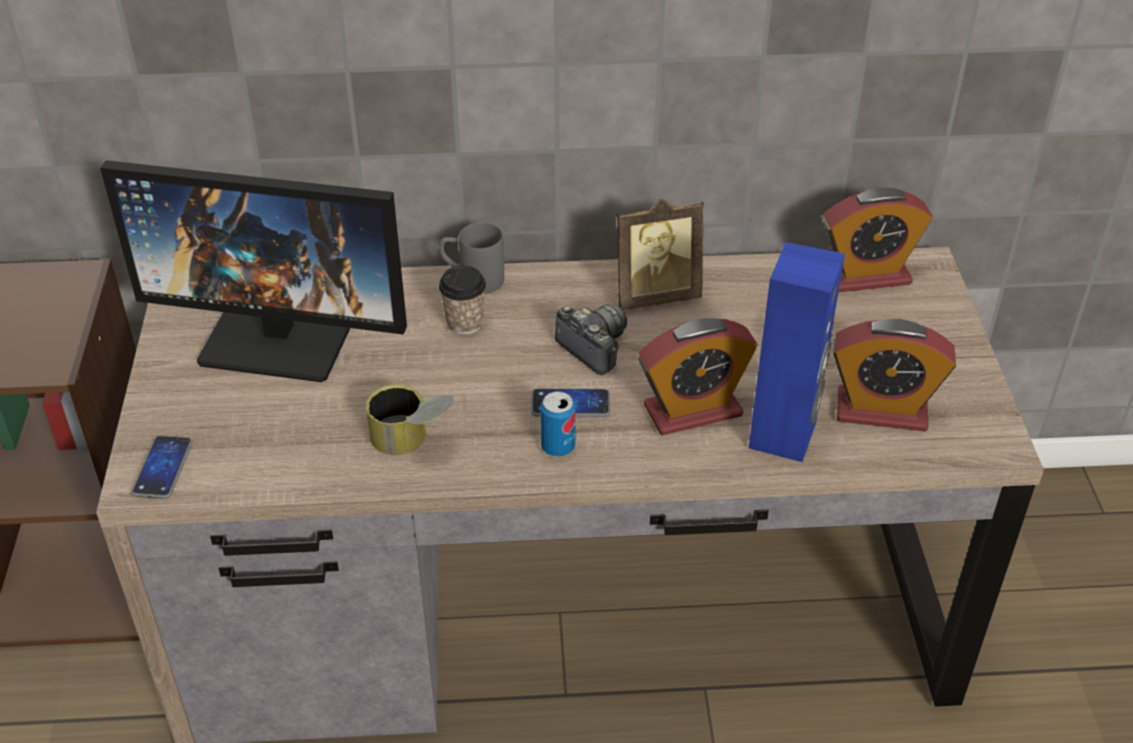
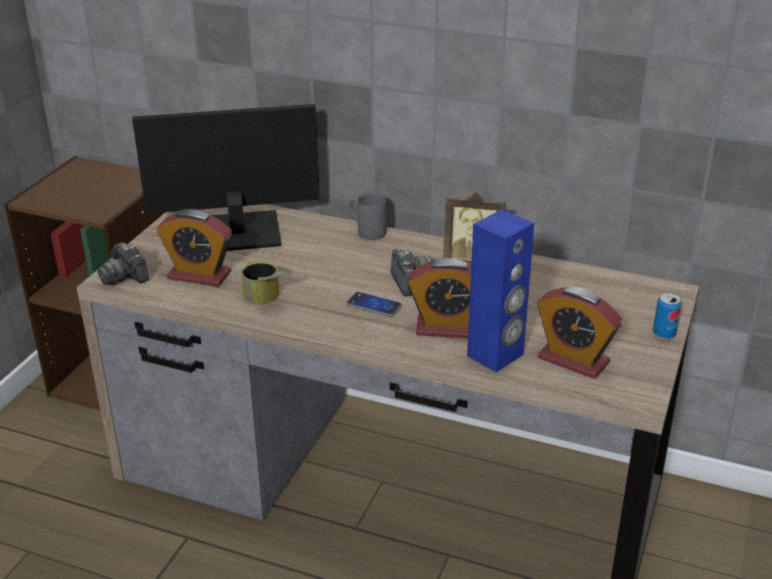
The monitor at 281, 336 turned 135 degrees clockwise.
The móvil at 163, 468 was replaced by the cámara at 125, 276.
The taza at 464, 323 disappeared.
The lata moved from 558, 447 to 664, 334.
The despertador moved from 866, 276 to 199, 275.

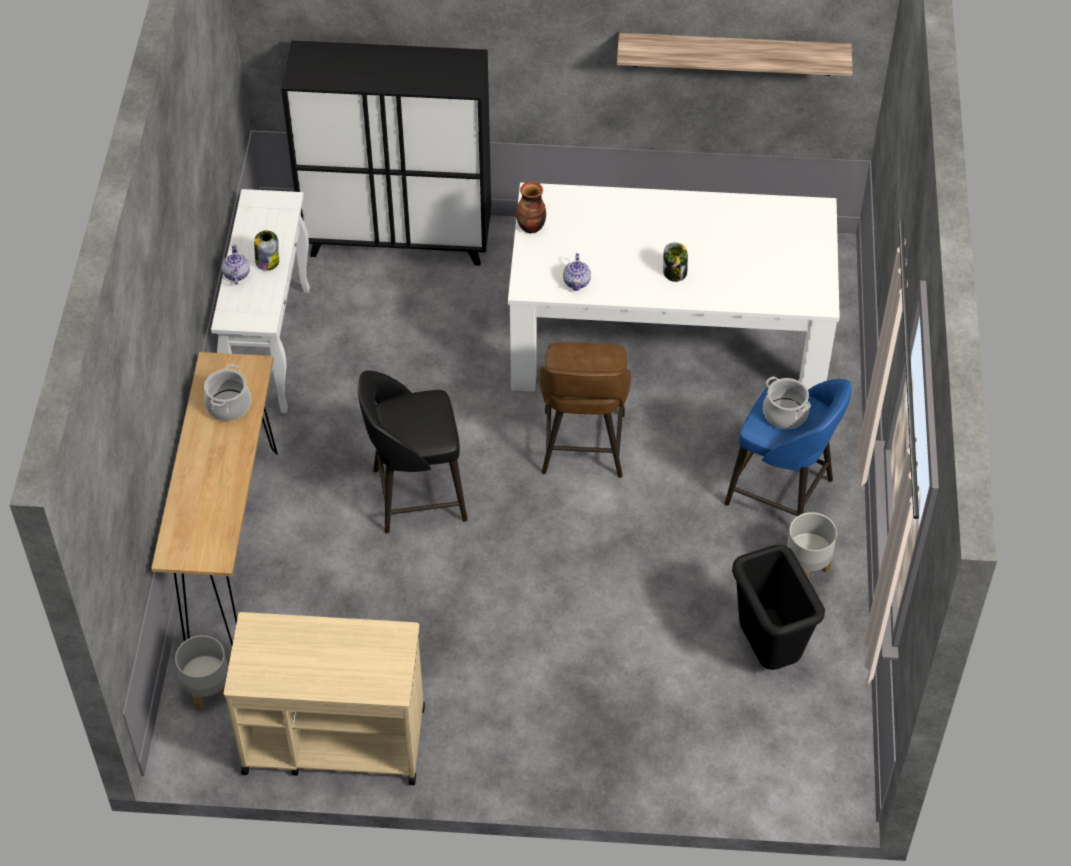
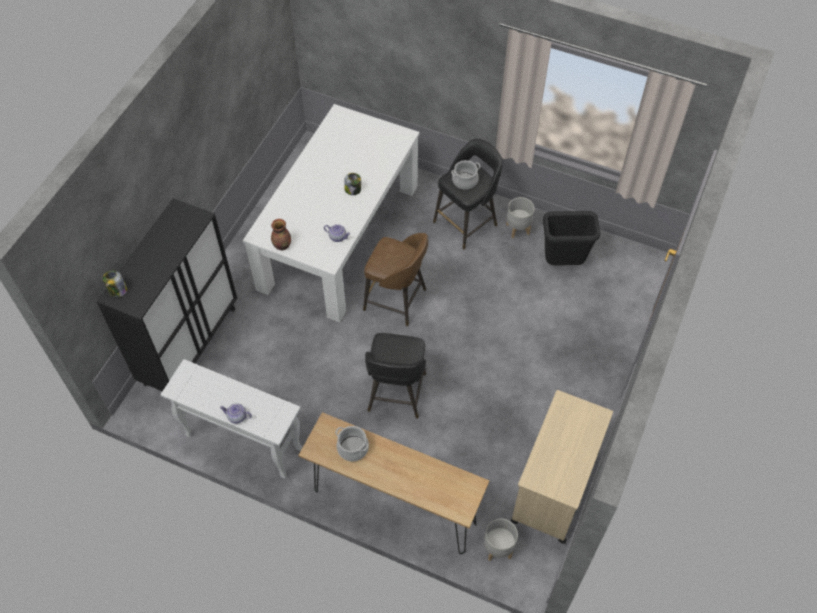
The tarro moved from 267, 261 to 117, 290.
The estante at 733, 54 disappeared.
The taburete (azul) at 782, 493 became the taburete (negro) at 466, 222.

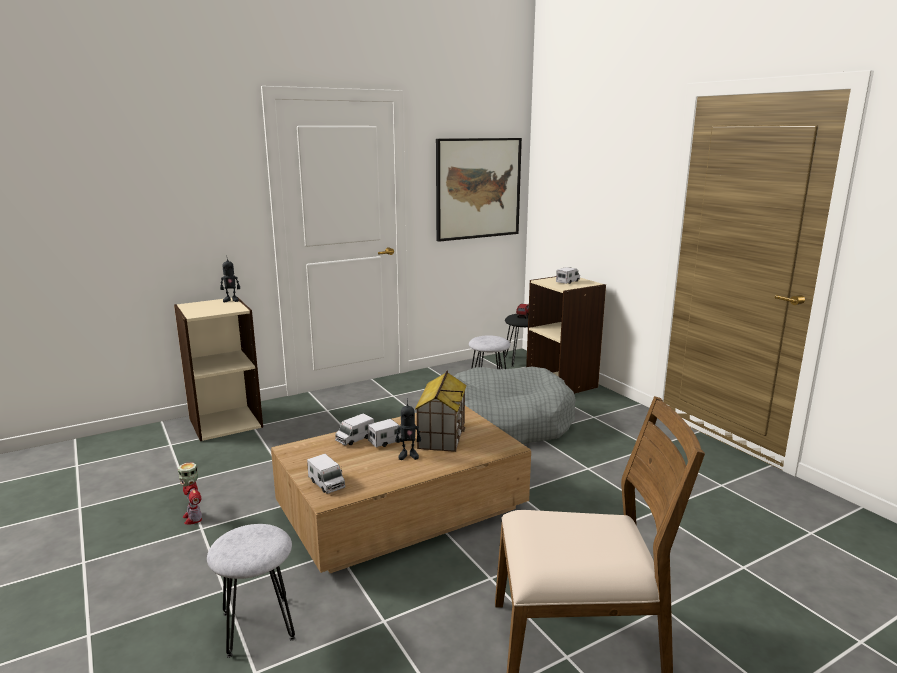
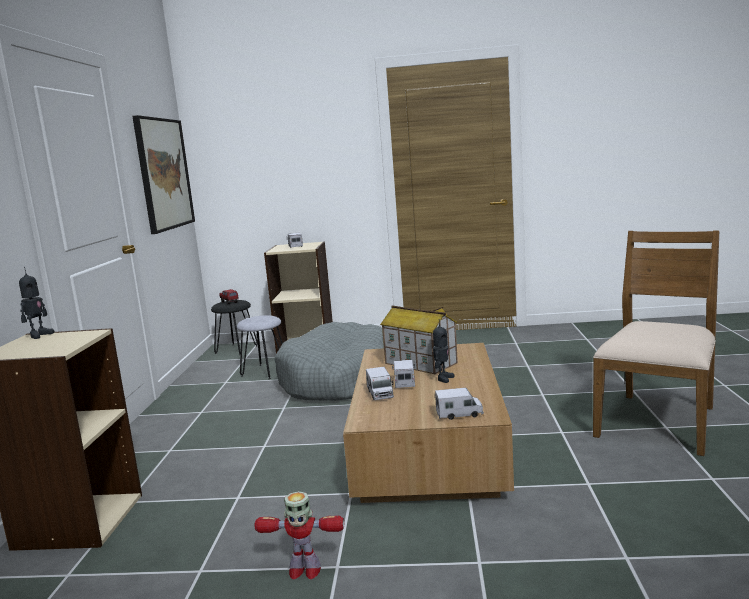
The taburete (gris) at 258, 626 disappeared.

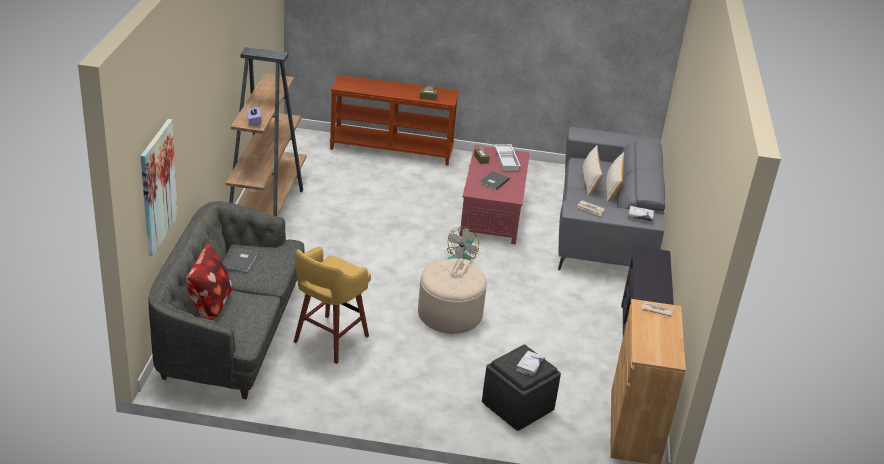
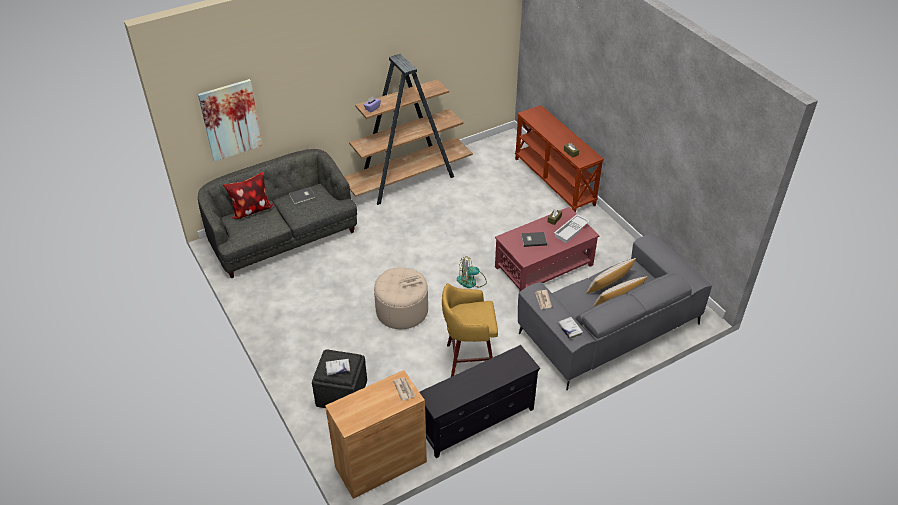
The taburete (amarillo) moved from 329, 340 to 468, 359.

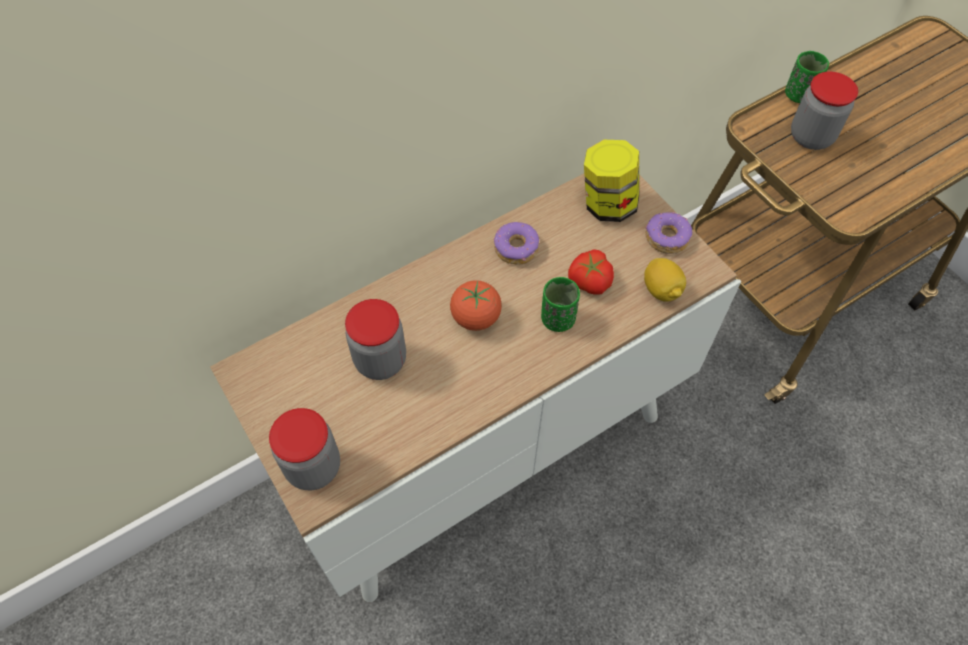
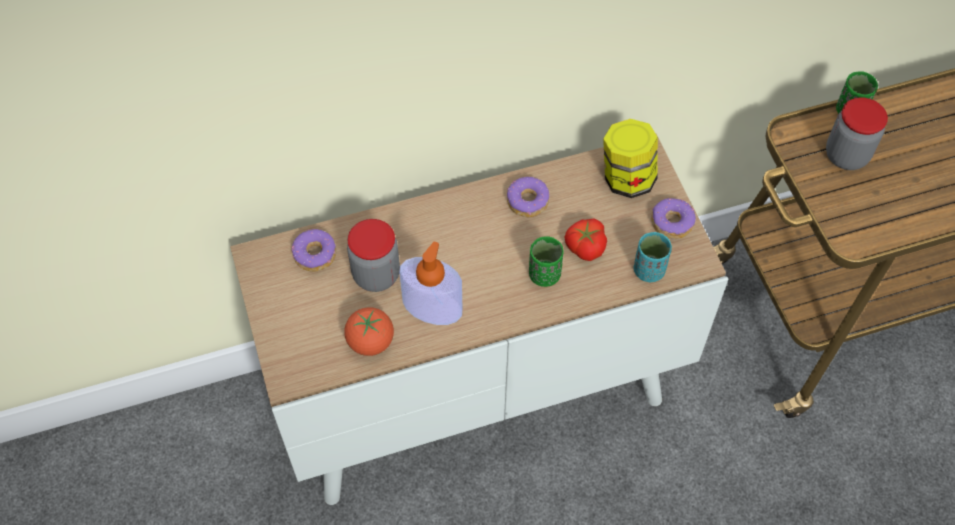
The tarro at 313, 467 disappeared.
The tomate moved from 476, 317 to 370, 342.
The limón at 661, 290 was replaced by the taza (turquesa) at 649, 270.
The rosquilla at 315, 255 appeared.
The dispensador de jabón at 432, 307 appeared.

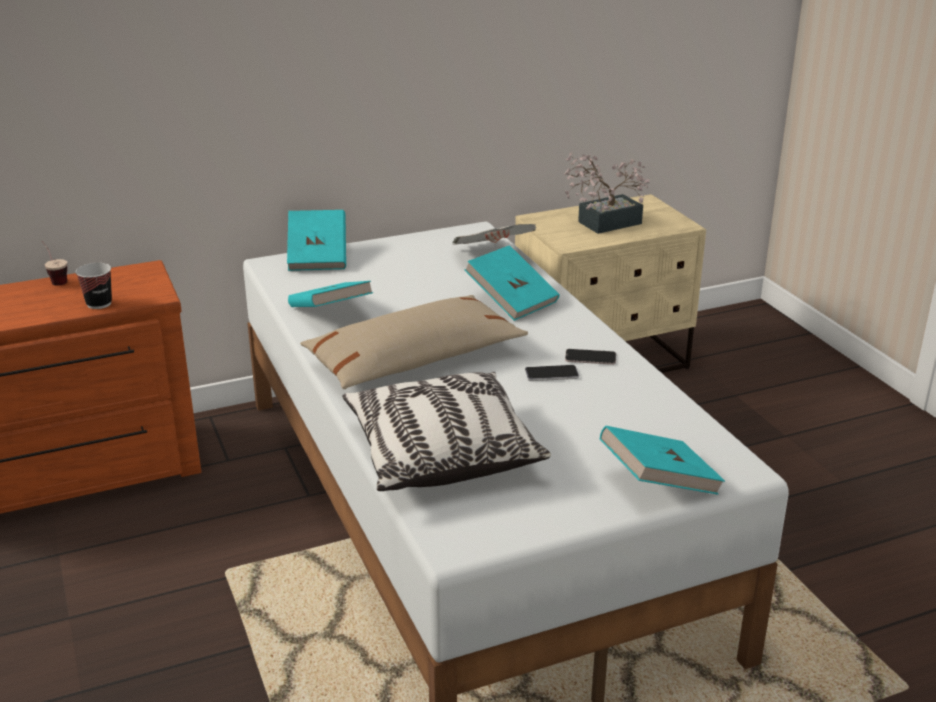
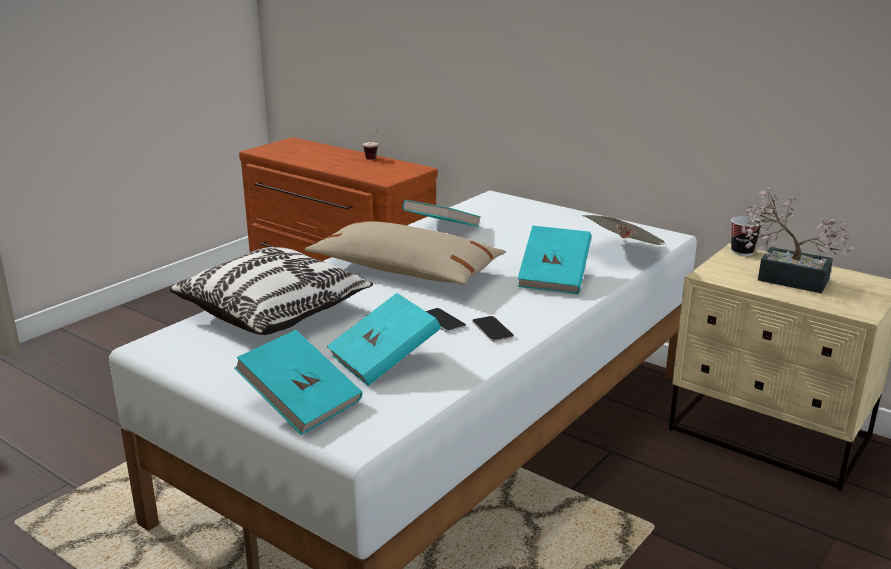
The taza moved from 99, 304 to 742, 252.
The libro (turquesa) moved from 318, 257 to 384, 360.

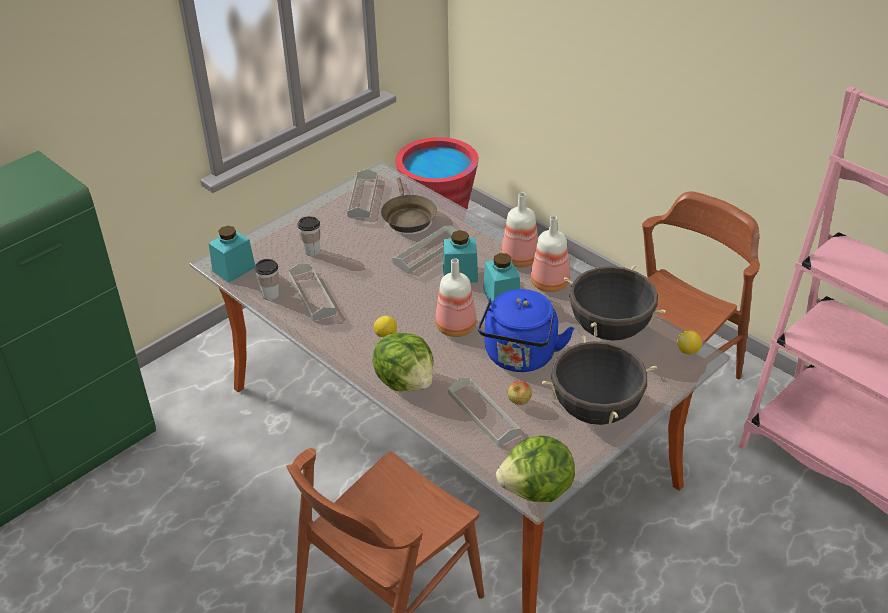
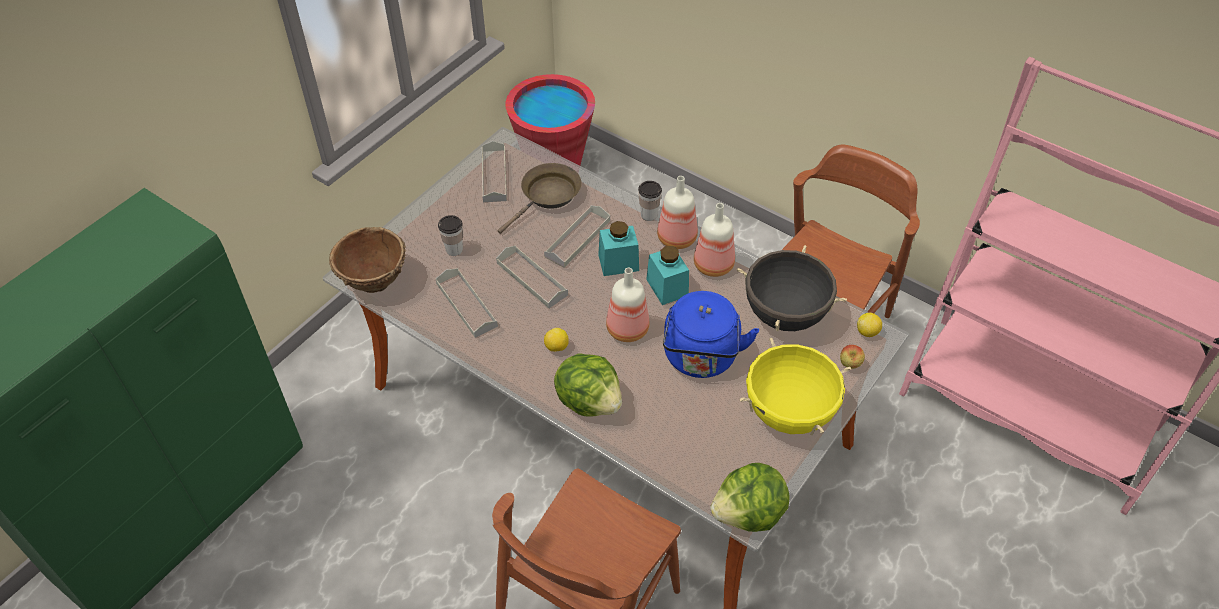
The tarro (turquesa) at 234, 269 was replaced by the cuenco (marrón) at 374, 281.
The taza moved from 270, 295 to 649, 215.
The sartén (marrón) at 407, 217 turned 120 degrees counterclockwise.
The bandeja (gris) moved from 483, 414 to 532, 279.
The manzana moved from 519, 402 to 850, 365.
The olla (negro) at 596, 410 became the olla (amarillo) at 789, 413.

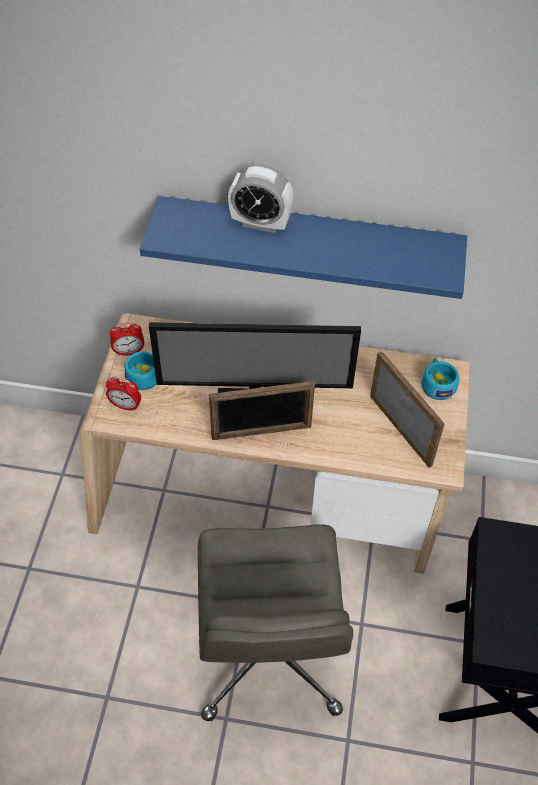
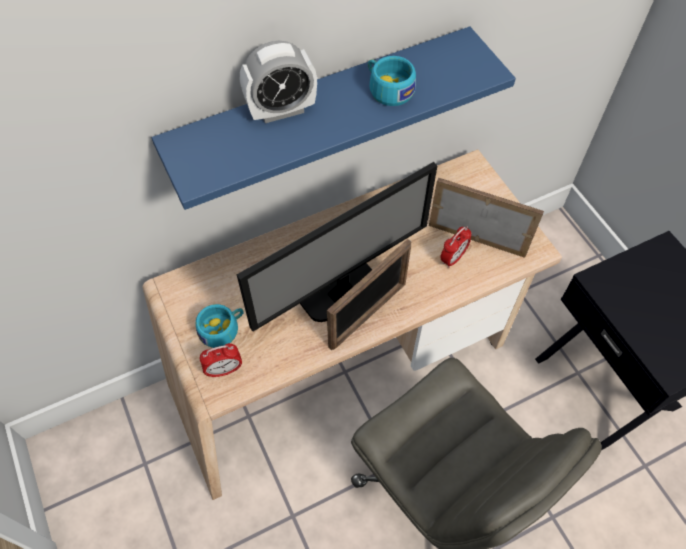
The despertador moved from 129, 352 to 453, 258.
The taza (turquesa) moved from 437, 384 to 387, 89.

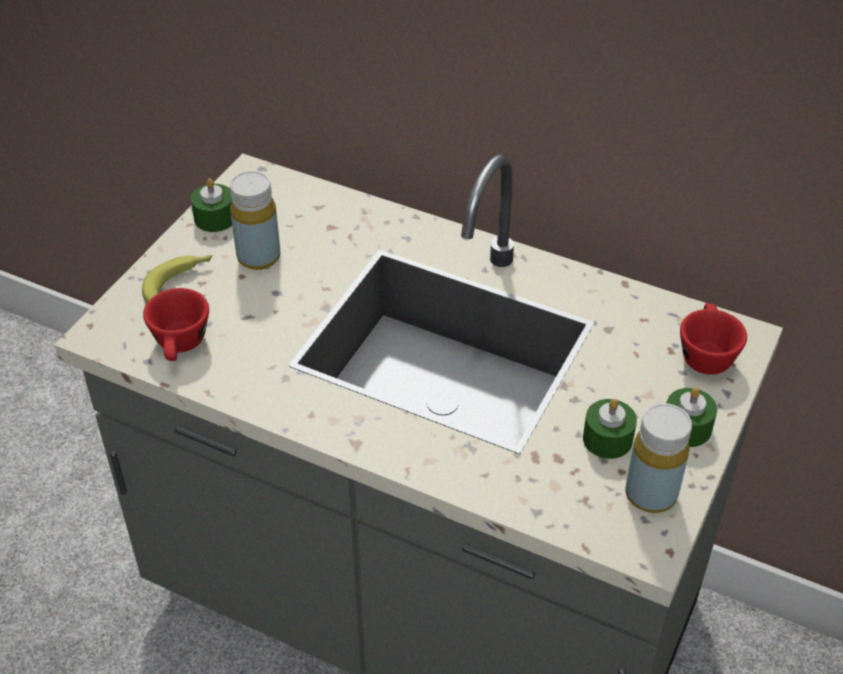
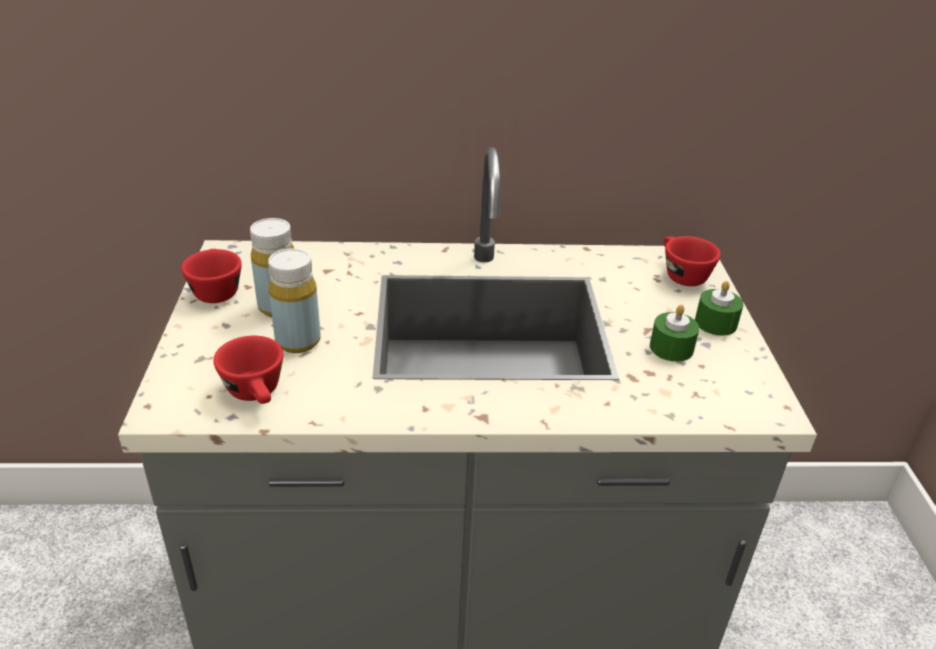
The plátano at 179, 283 disappeared.
The vela (verde) at 215, 218 was replaced by the taza (rojo) at 215, 290.
The botella (amarillo) moved from 651, 494 to 298, 341.

